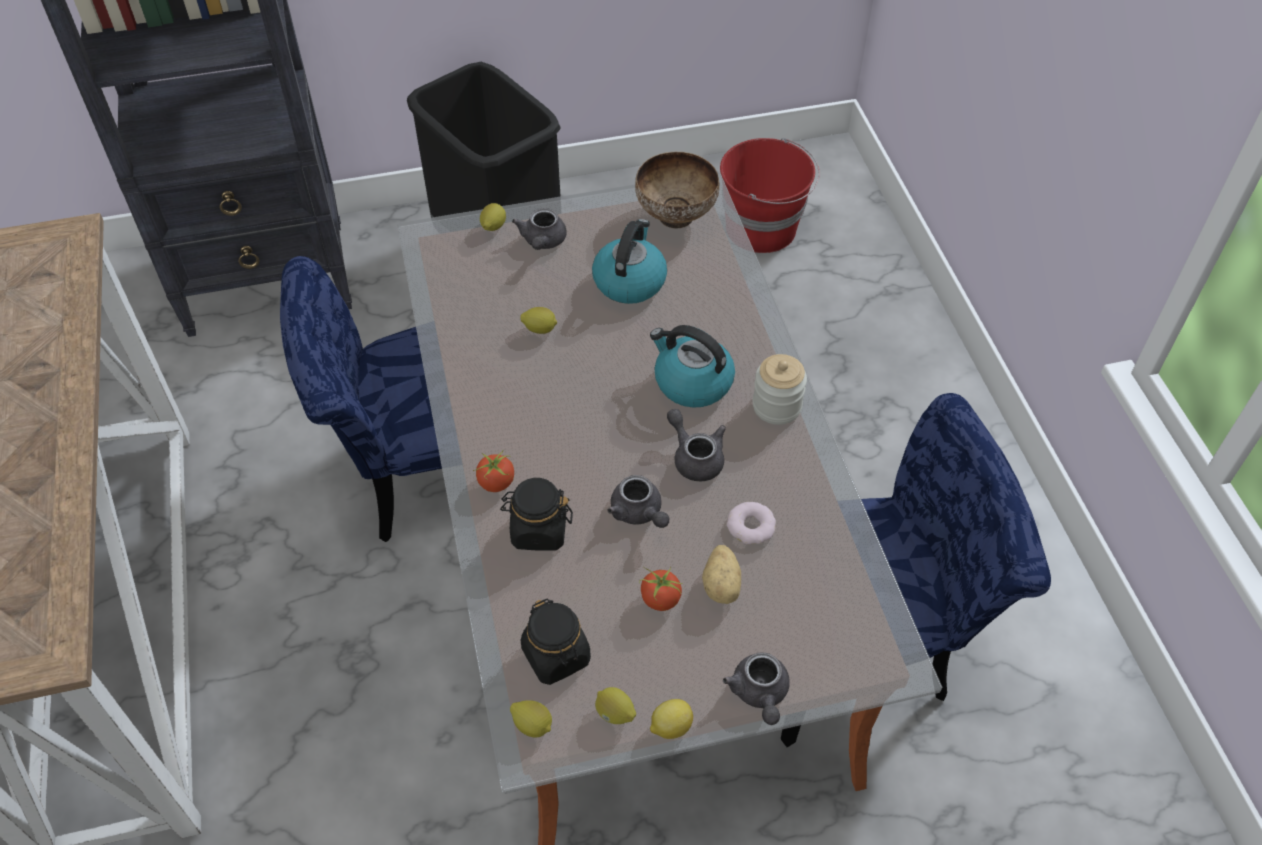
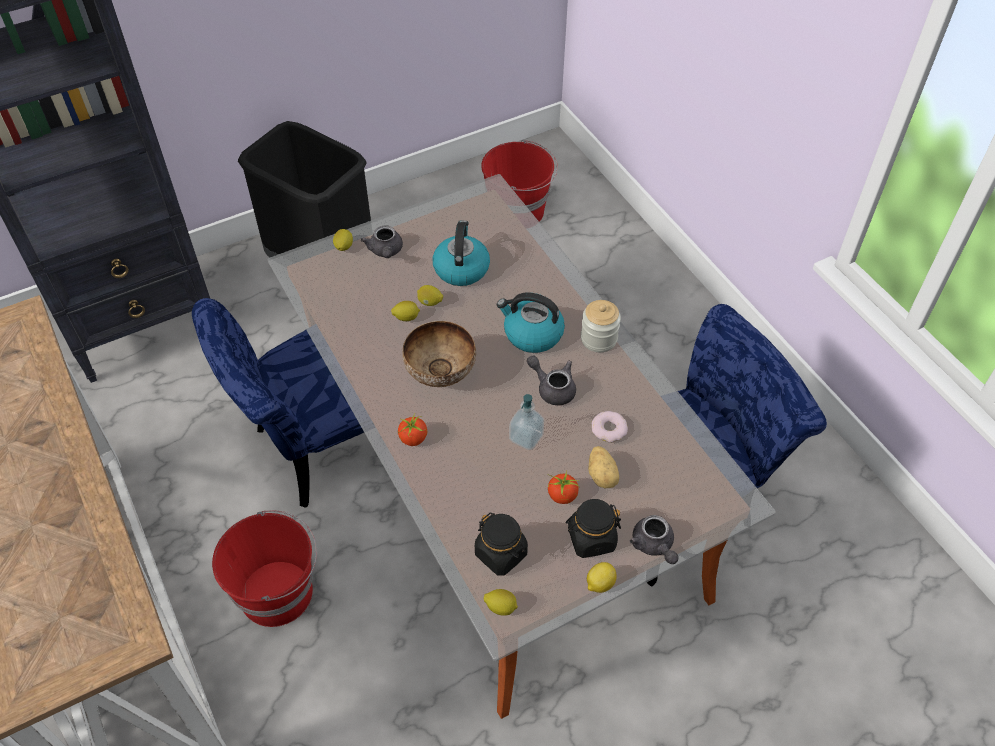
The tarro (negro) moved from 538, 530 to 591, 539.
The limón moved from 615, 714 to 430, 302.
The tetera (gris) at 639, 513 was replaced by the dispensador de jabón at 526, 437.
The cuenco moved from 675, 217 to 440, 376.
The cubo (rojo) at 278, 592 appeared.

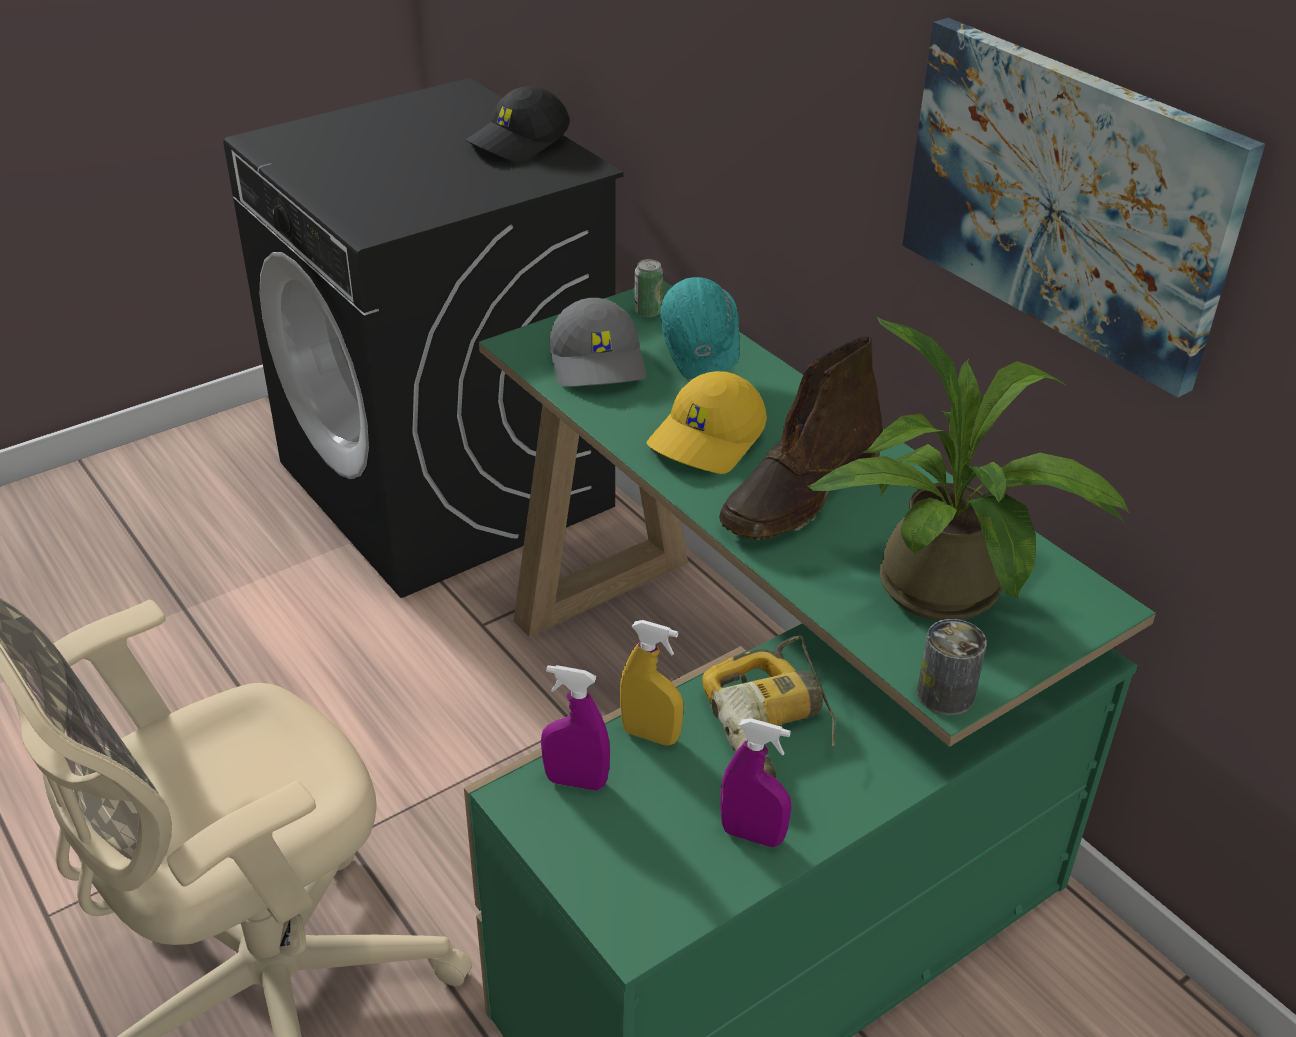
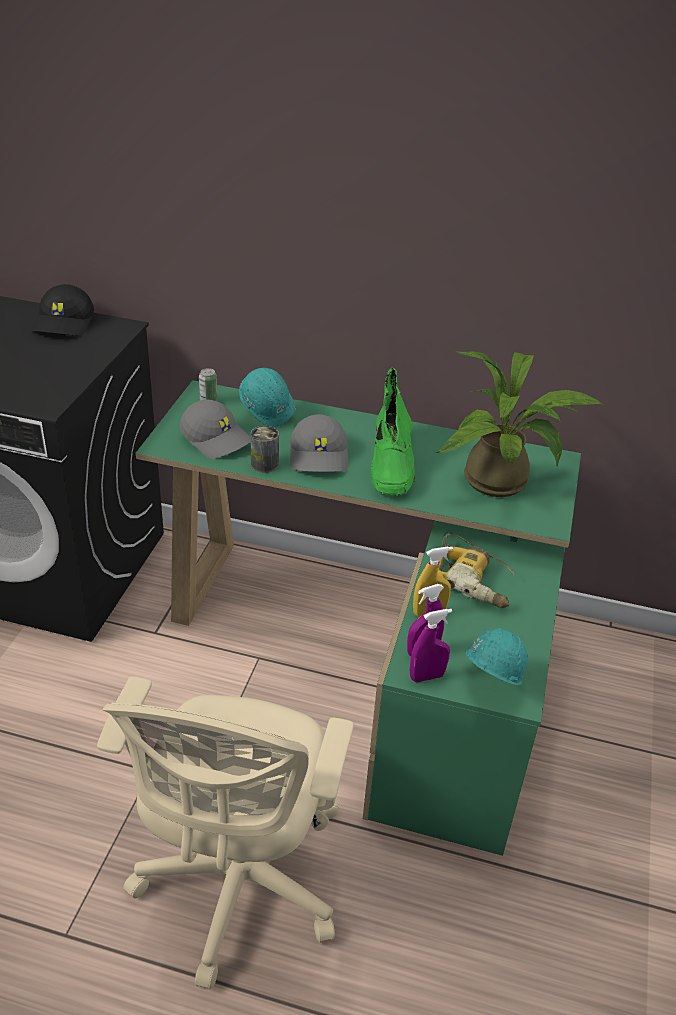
The gorra (amarillo) at 708, 440 became the gorra (gris) at 320, 456.
The bota (marrón) at 800, 494 became the bota (verde) at 392, 464.
The pulverizador (morado) moved from 752, 835 to 427, 676.
The cuadro at 1067, 198 disappeared.
The lata moved from 945, 694 to 264, 464.
The casco (turquesa) at 487, 685 appeared.

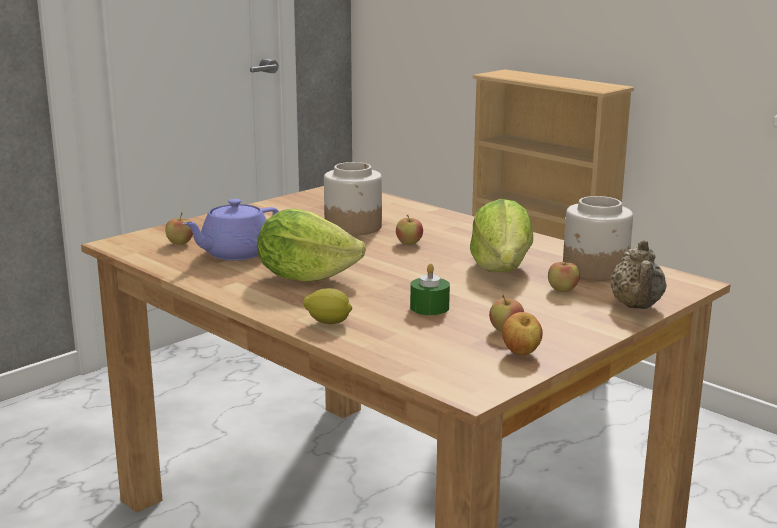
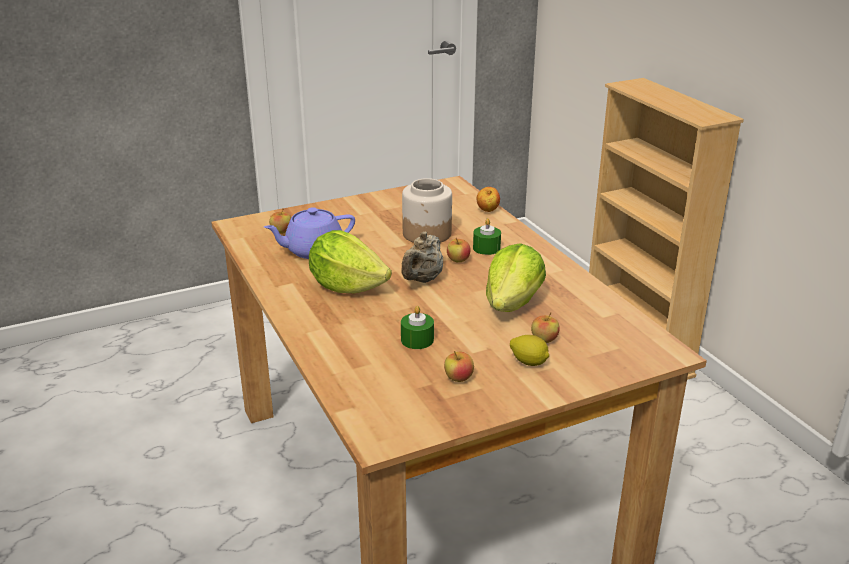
The limón moved from 328, 322 to 529, 362.
The manzana moved from 521, 354 to 487, 211.
The tarro at 595, 270 disappeared.
The tetera (beis) moved from 636, 307 to 422, 279.
The vela (verde) at 486, 248 appeared.

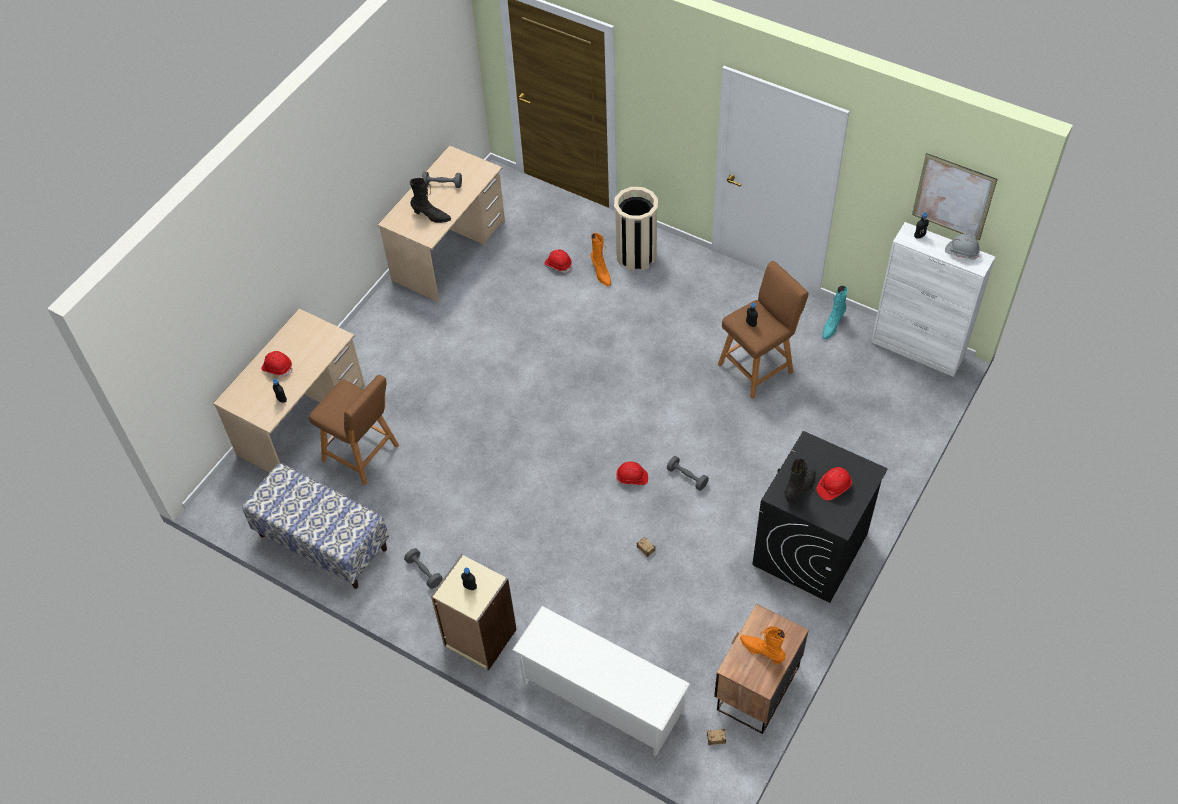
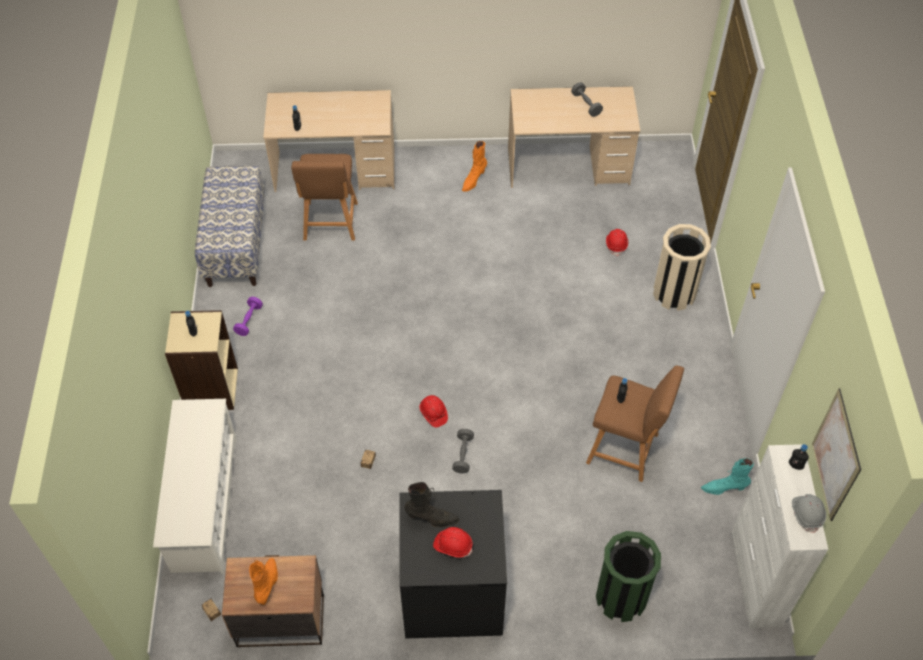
The casco (rojo) at 277, 368 disappeared.
The mancuerna (gris) at 424, 572 became the mancuerna (morado) at 249, 320.
The bota (negro) at 431, 216 disappeared.
The bota (naranja) moved from 601, 273 to 473, 180.
The papelera (verde) at 621, 597 appeared.

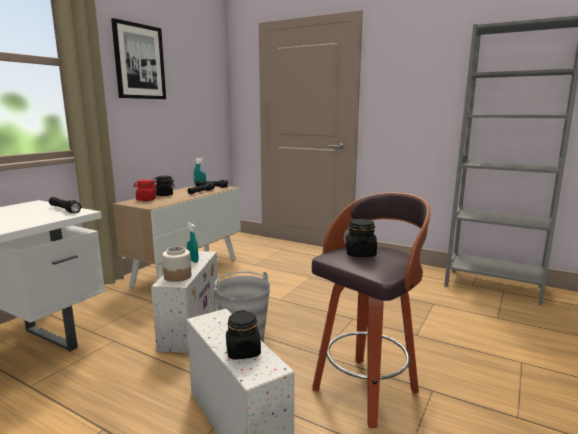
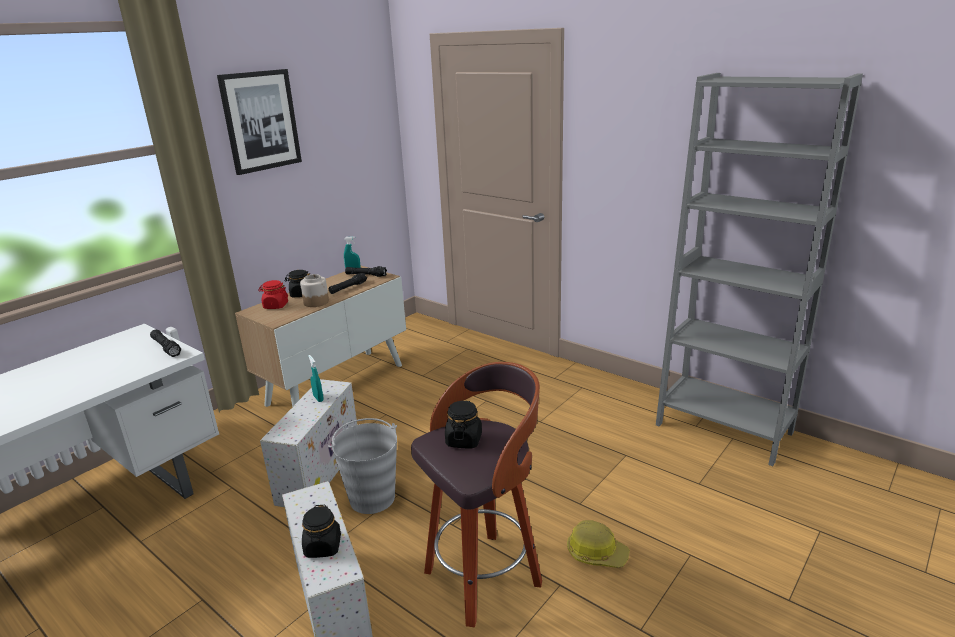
The tarro moved from 177, 276 to 316, 302.
The casco at 596, 553 appeared.

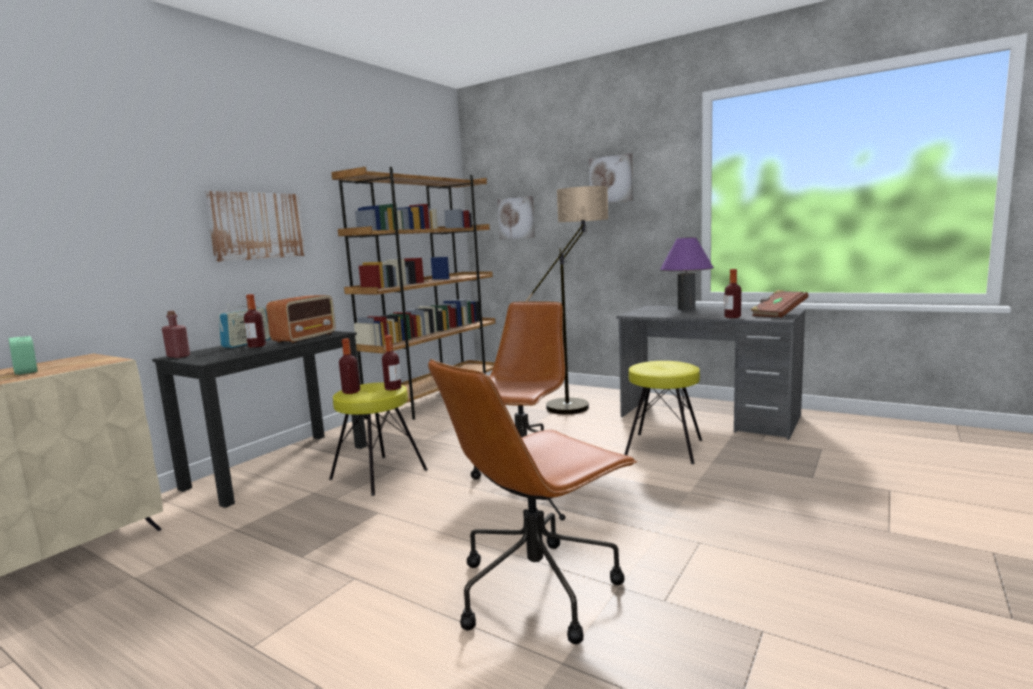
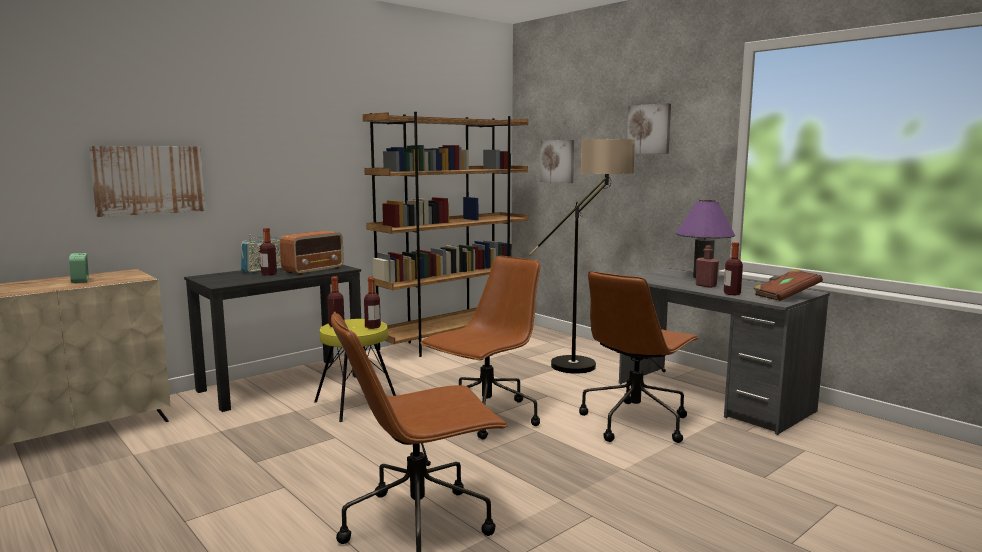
The botella (rojo) moved from 178, 356 to 706, 285.
The cuadro moved from 257, 226 to 149, 180.
The taburete (amarillo) at 663, 448 was replaced by the silla de oficina (marrón) at 635, 422.

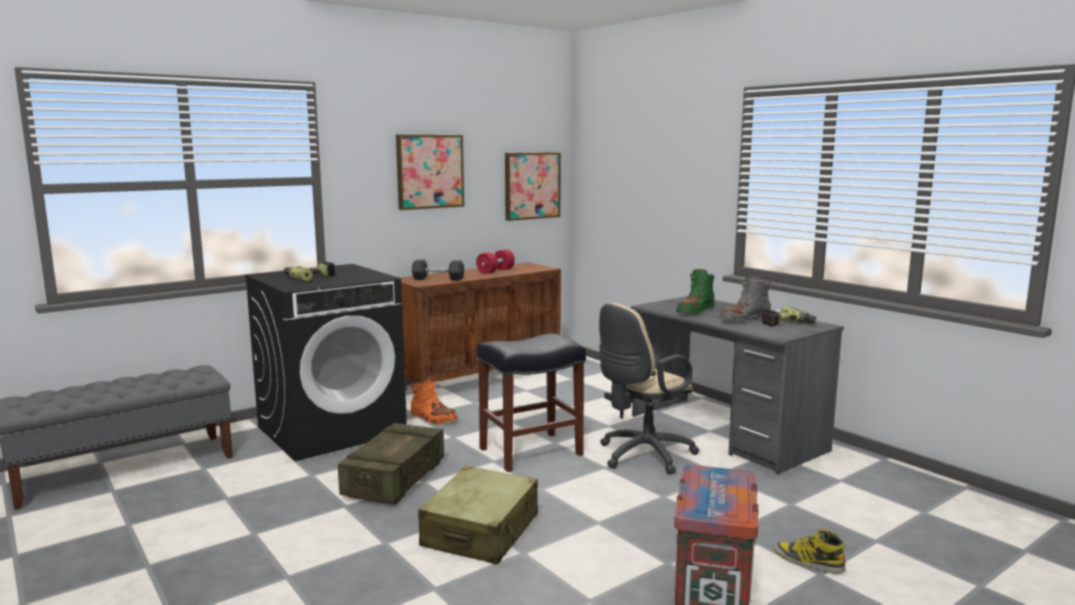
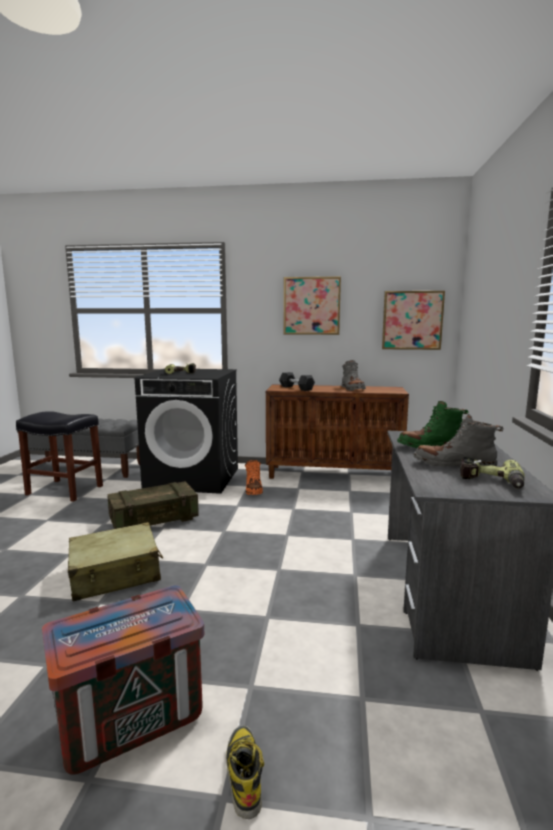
The mancuerna (rojo) at 495, 271 was replaced by the bota (gris) at 352, 389.
The taburete (negro) moved from 530, 452 to 63, 490.
The silla de oficina (beis) at 642, 456 disappeared.

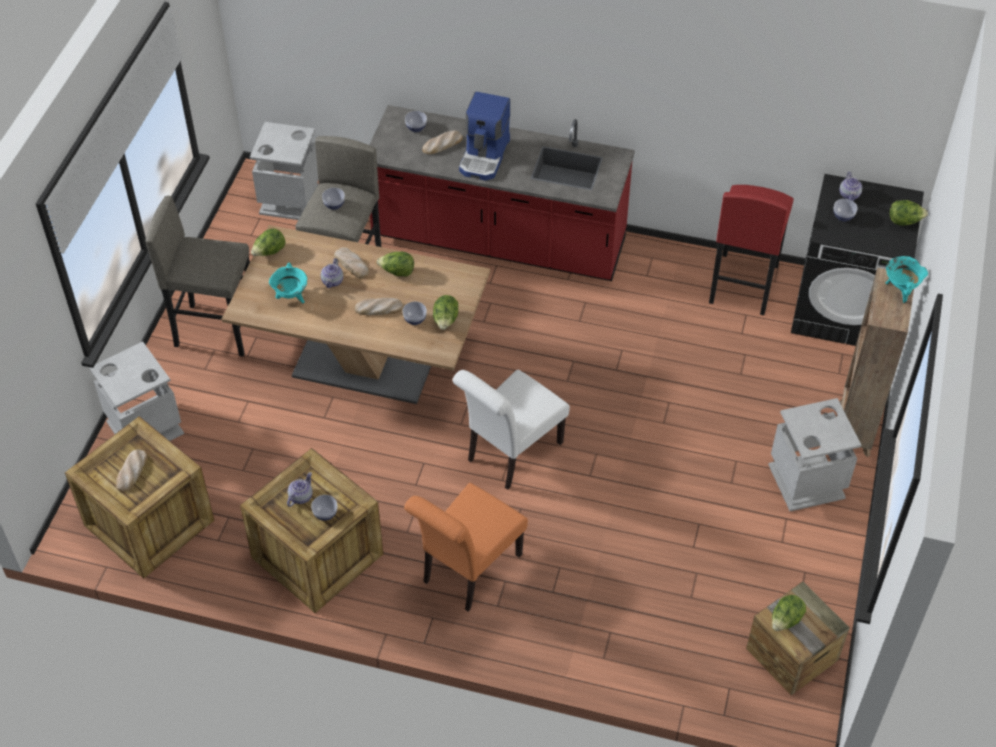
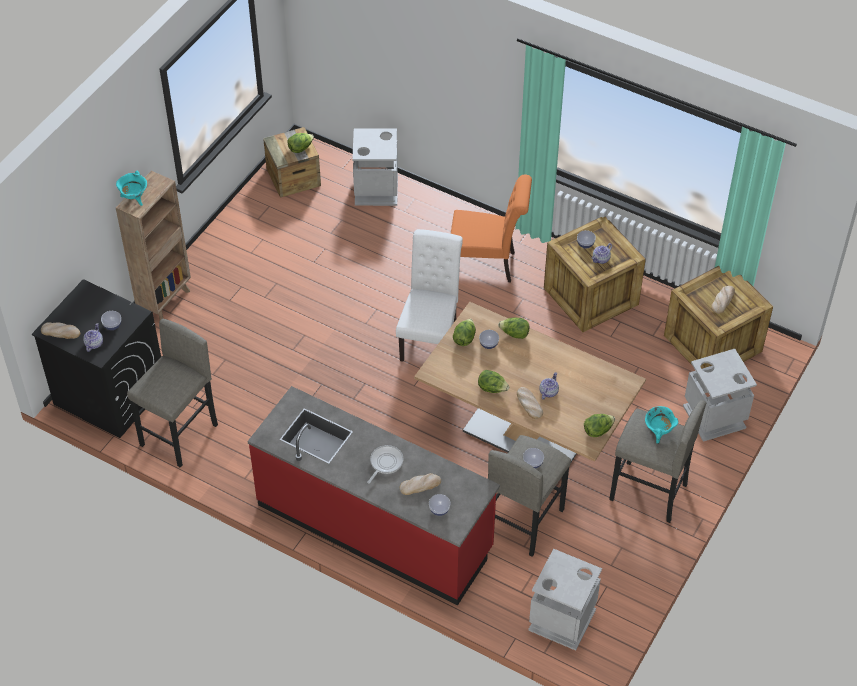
The olla (turquesa) moved from 291, 297 to 658, 432.
The pan moved from 378, 309 to 61, 332.
The silla (naranja) at 467, 572 turned 45 degrees clockwise.
The silla (blanco) at 510, 454 turned 45 degrees counterclockwise.
The cafetera at 485, 156 was replaced by the sartén at 385, 463.
The taburete (rojo) at 742, 284 became the taburete (gris) at 180, 435.
The papelera (gris) moved from 806, 482 to 376, 189.
The lechuga moved from 904, 221 to 514, 334.

